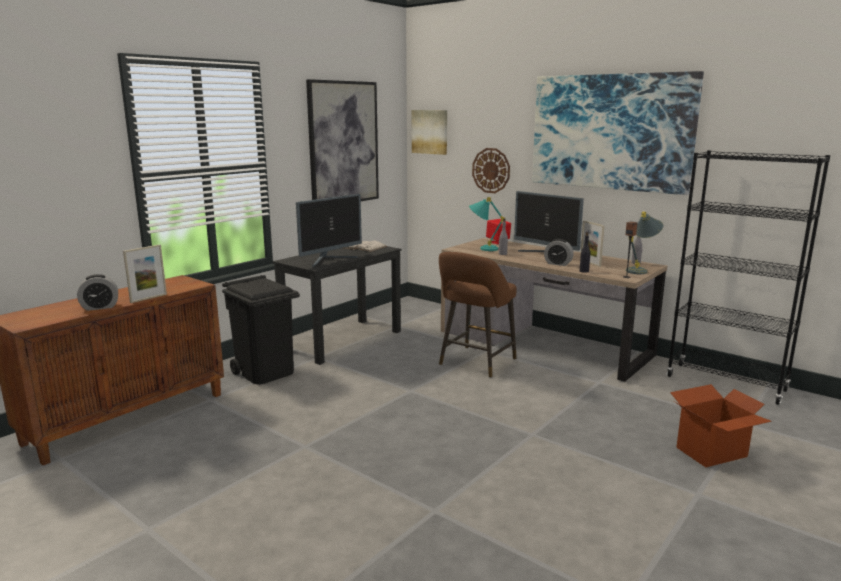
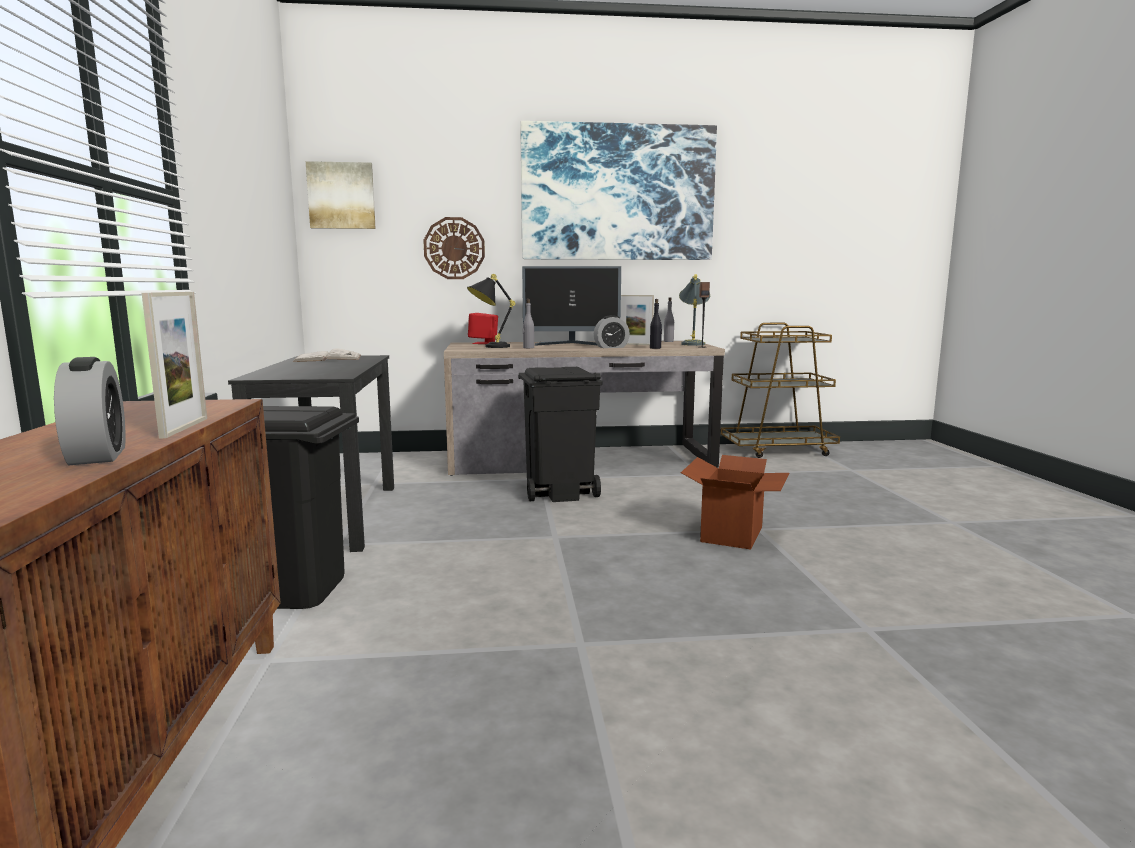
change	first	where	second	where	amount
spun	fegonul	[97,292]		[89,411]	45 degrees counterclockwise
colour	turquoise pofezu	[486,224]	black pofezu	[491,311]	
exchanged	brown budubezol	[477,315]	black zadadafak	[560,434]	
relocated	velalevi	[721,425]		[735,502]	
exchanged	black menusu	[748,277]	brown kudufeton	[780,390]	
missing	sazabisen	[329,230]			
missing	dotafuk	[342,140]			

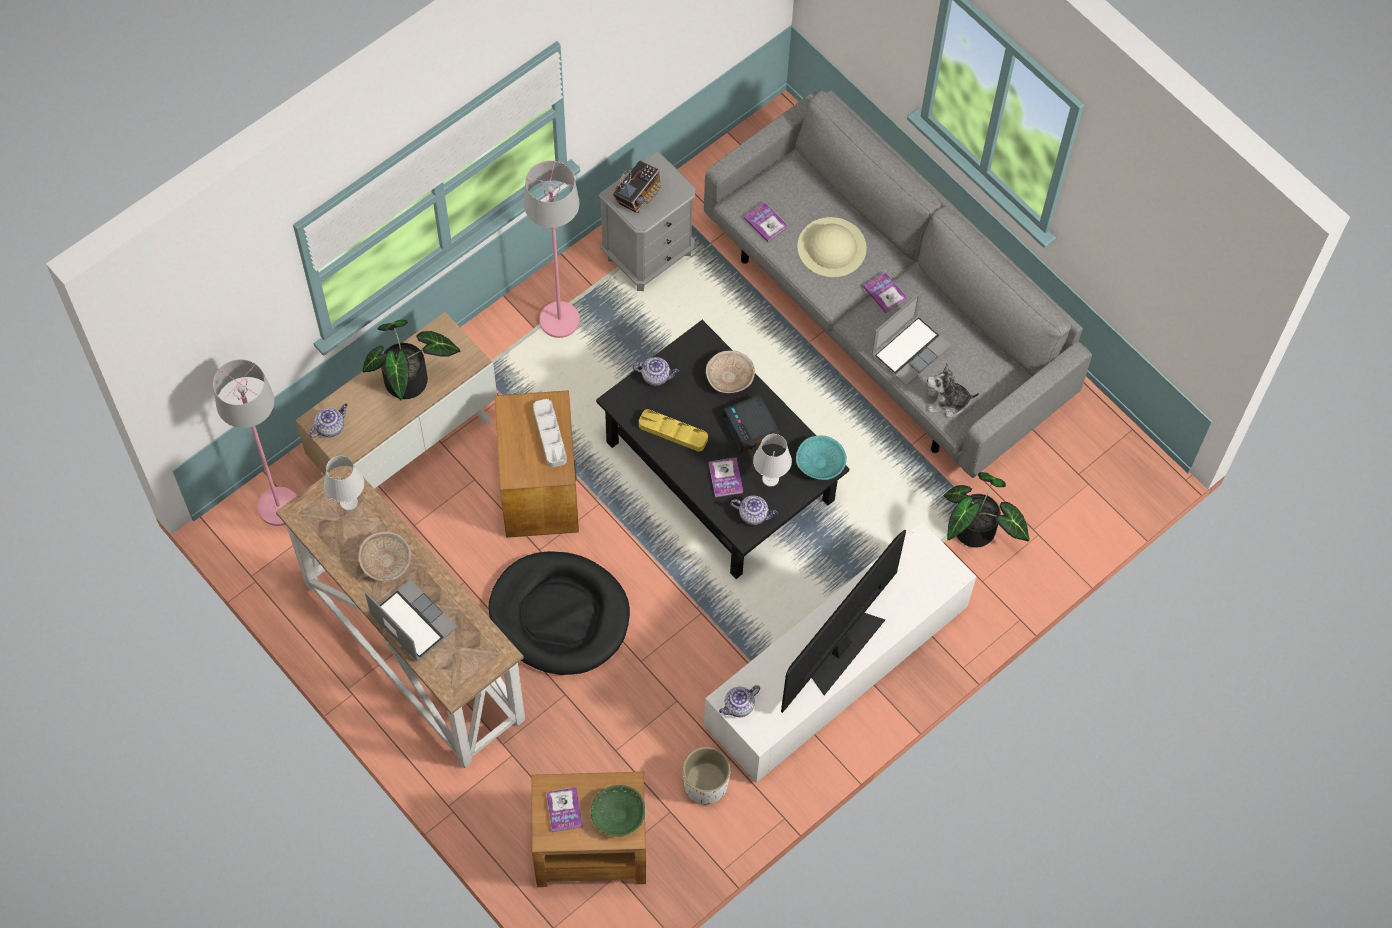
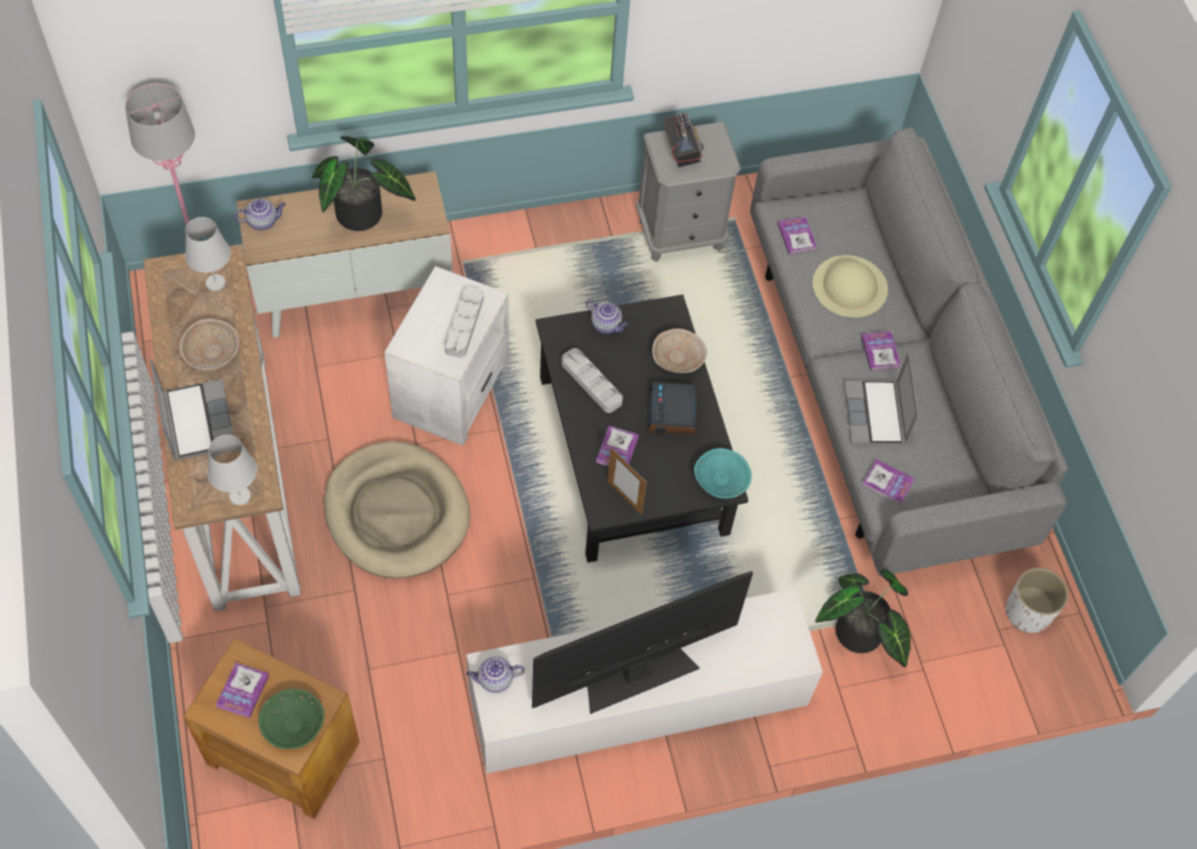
change	first	where	second	where	amount
relocated	white pofezu	[772,460]		[232,470]	
colour	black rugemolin	[559,613]	beige rugemolin	[397,509]	
colour	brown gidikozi	[536,464]	white gidikozi	[446,355]	
colour	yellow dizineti	[673,430]	grey dizineti	[592,380]	
exchanged	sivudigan	[754,510]	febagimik	[627,481]	
spun	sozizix	[637,186]		[683,139]	75 degrees counterclockwise
spun	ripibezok	[911,338]		[881,398]	105 degrees clockwise
exchanged	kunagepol	[953,390]	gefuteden	[888,482]	
relocated	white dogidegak	[707,776]		[1037,600]	
missing	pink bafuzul	[552,249]			

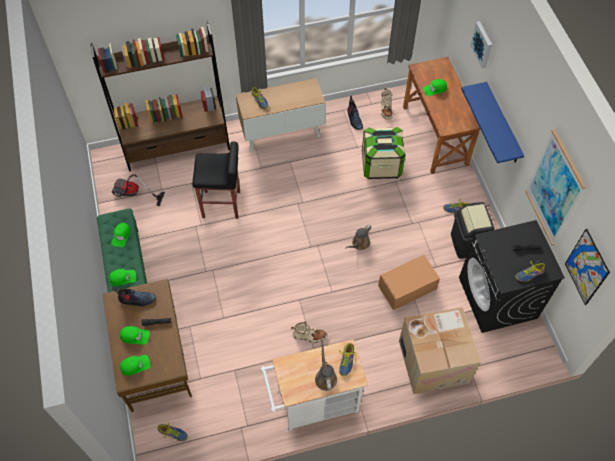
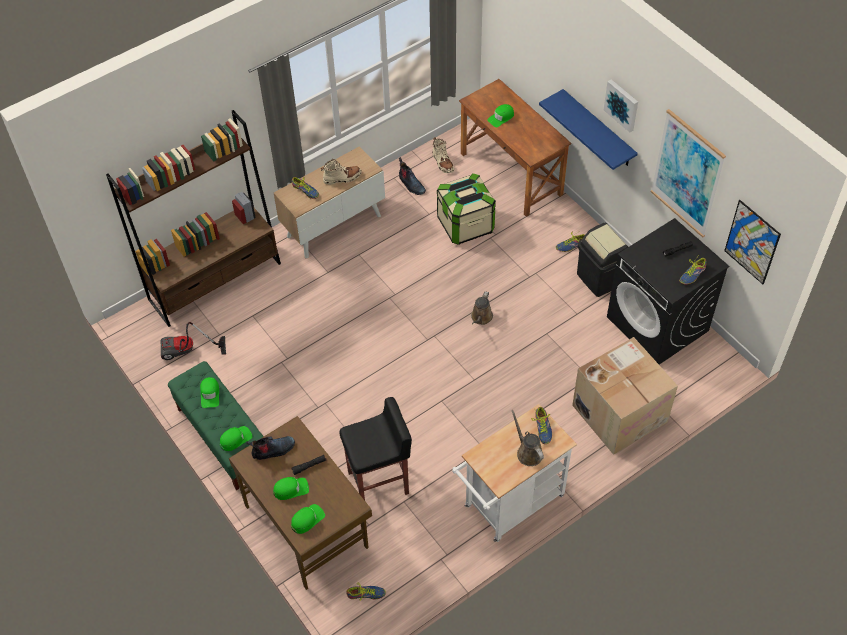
change	first	where	second	where	amount
relocated	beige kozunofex	[309,332]		[341,172]	
relocated	black budubezol	[216,180]		[375,448]	
relocated	dotafuk	[481,44]		[621,105]	
missing	velalevi	[409,282]			

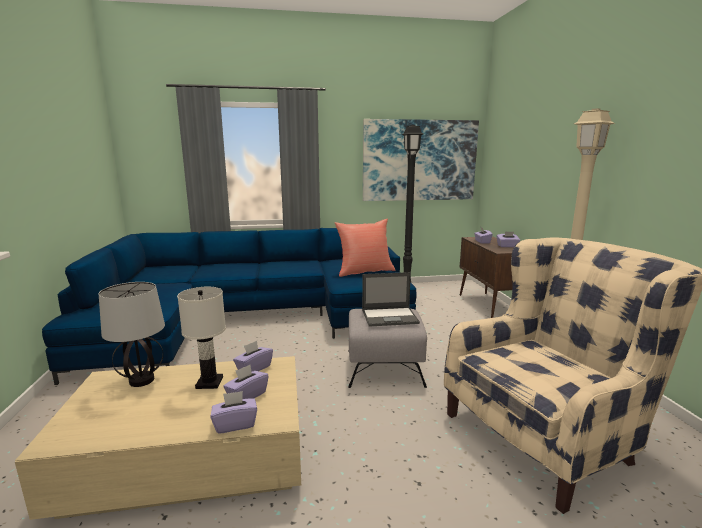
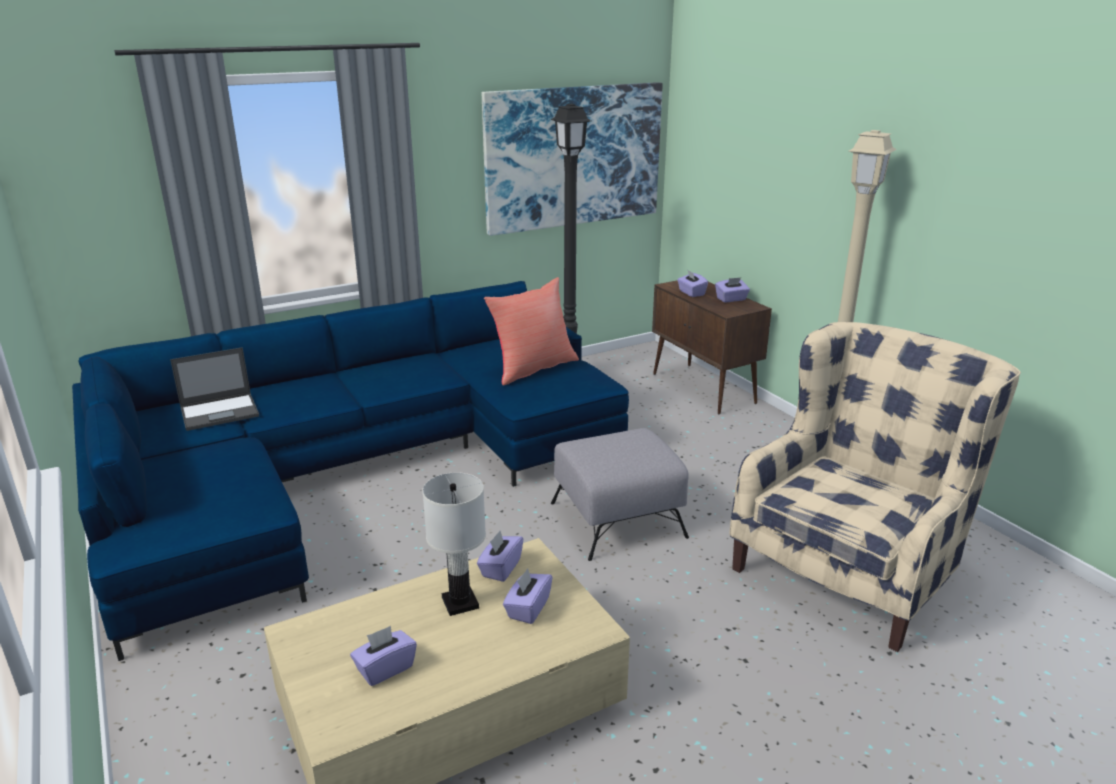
change	first	where	second	where	amount
relocated	ripibezok	[391,299]		[214,389]	
relocated	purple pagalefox	[233,412]		[383,656]	
missing	pofezu	[132,334]			

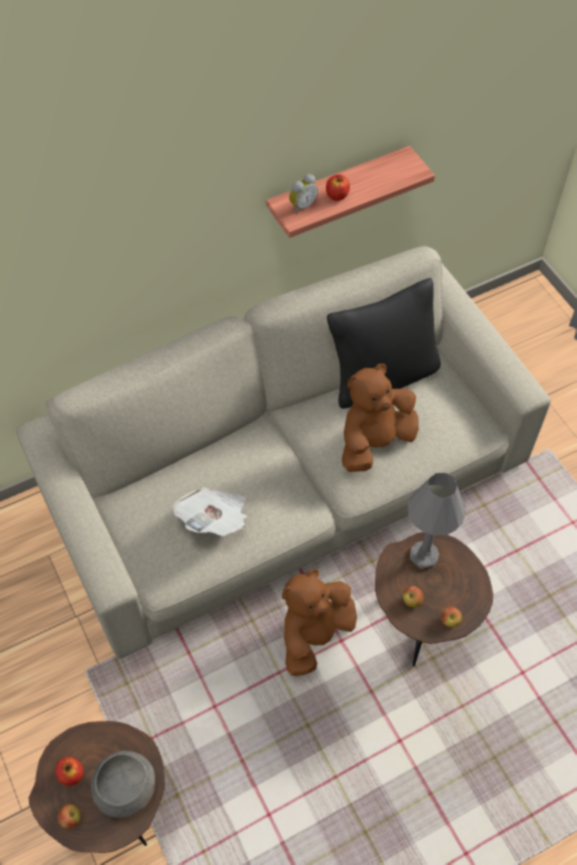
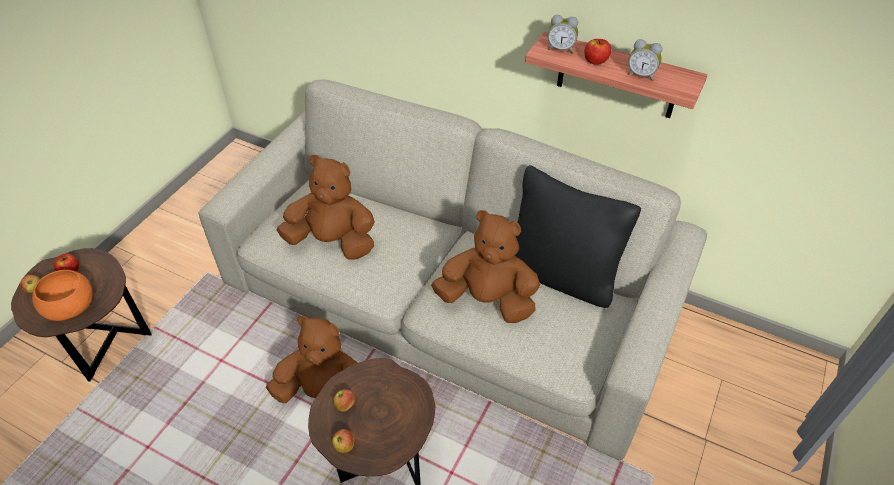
change	first	where	second	where	amount
colour	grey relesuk	[123,784]	orange relesuk	[62,295]	
exchanged	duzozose	[210,511]	brown kunagepol	[325,207]	
appeared			fegonul	[645,60]	
missing	grey pofezu	[436,521]			

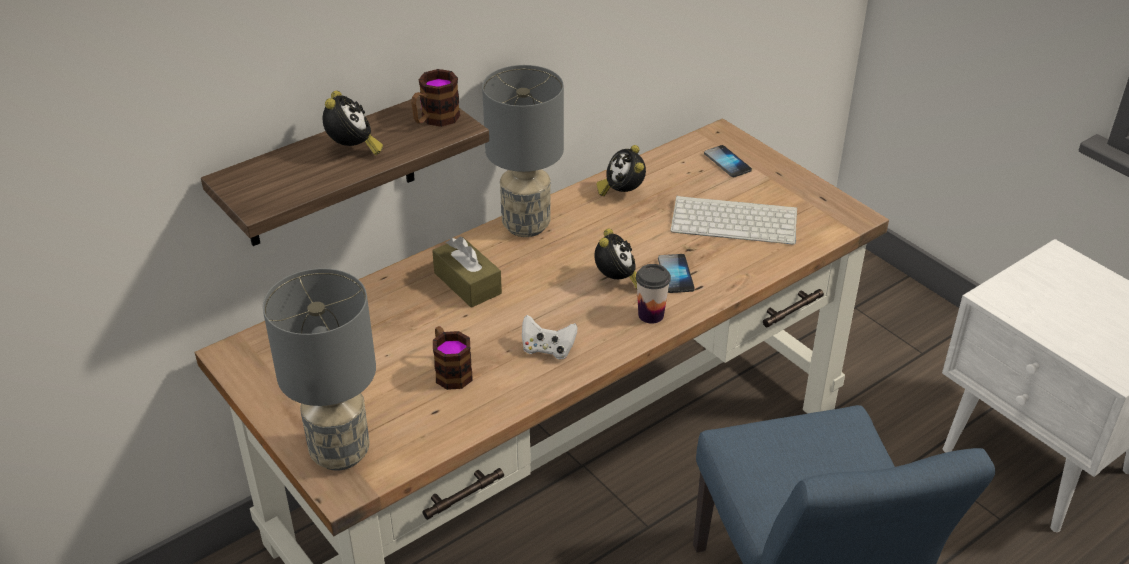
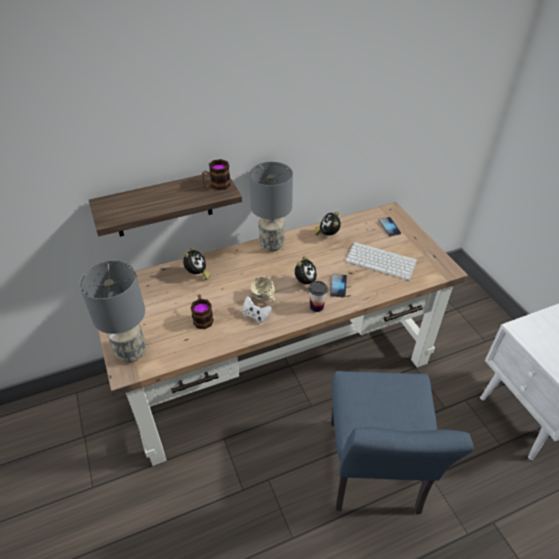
change	first	where	second	where	amount
relocated	fegonul	[353,123]		[197,263]	
appeared			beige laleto	[263,289]	
missing	brown pagalefox	[467,272]			

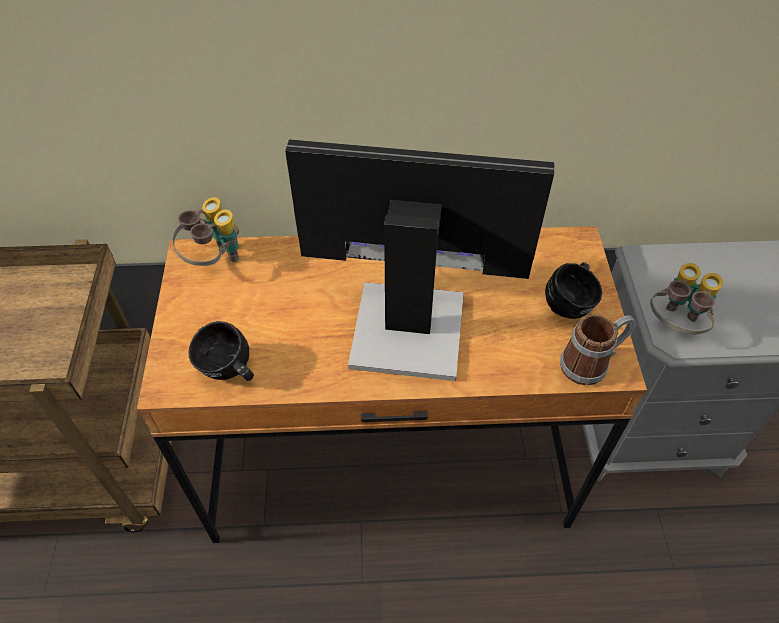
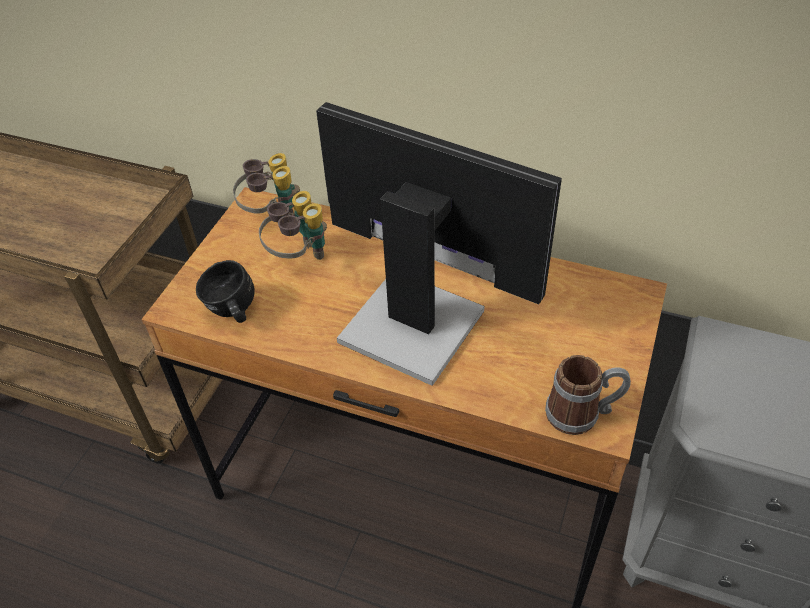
change	first	where	second	where	amount
relocated	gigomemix	[686,298]		[293,225]	
missing	black laleto	[573,290]			

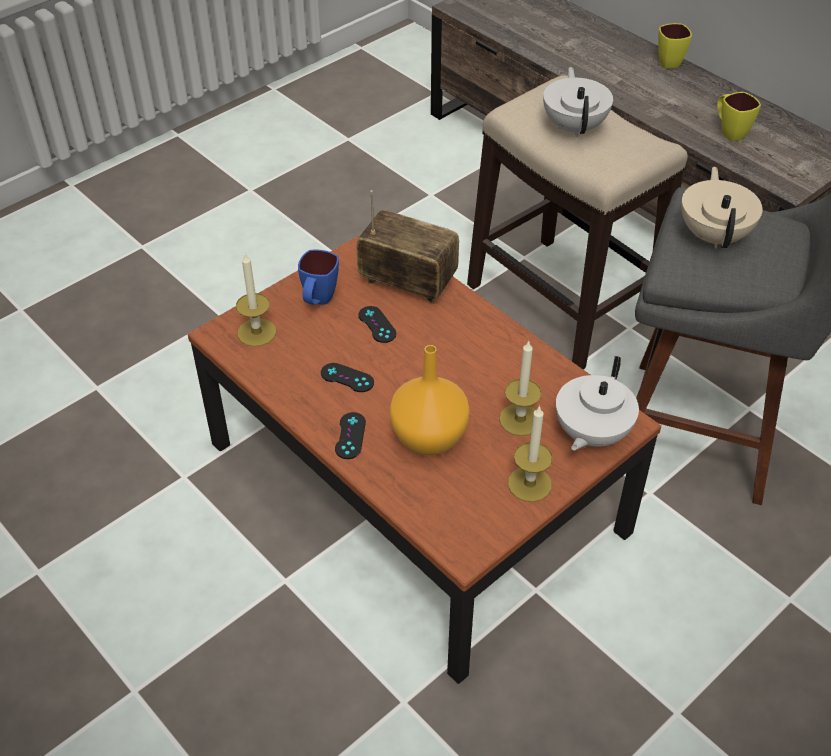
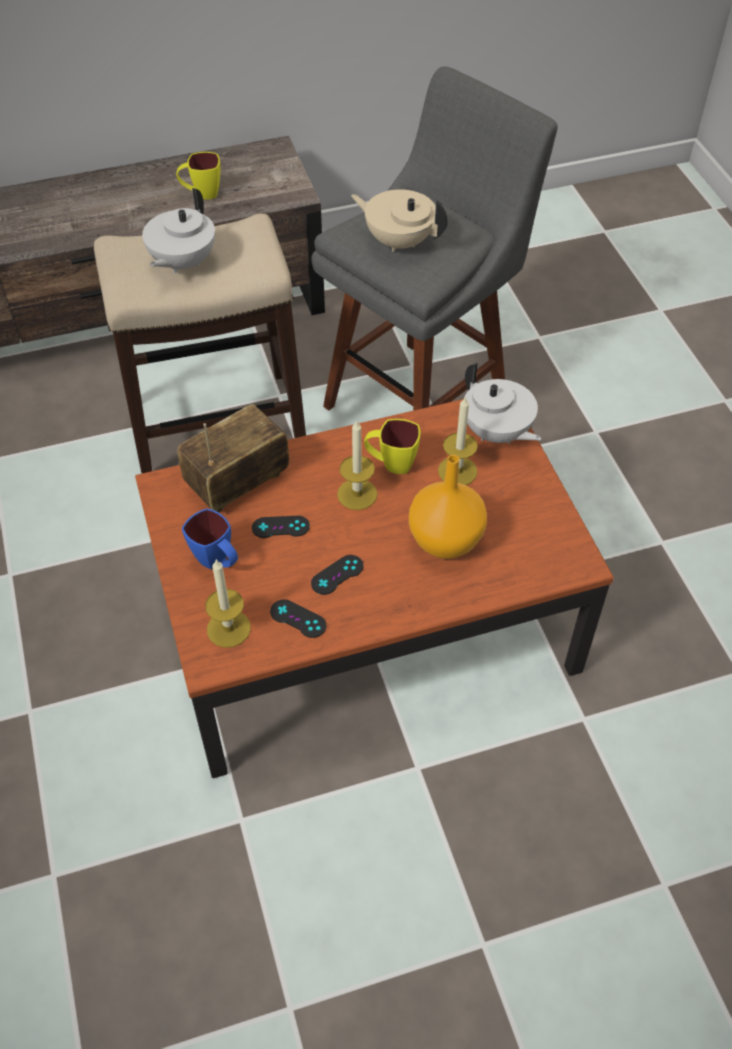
change	first	where	second	where	amount
spun	white sivudigan	[578,102]		[178,231]	90 degrees counterclockwise
relocated	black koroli	[350,435]		[298,618]	
relocated	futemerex	[530,453]		[357,465]	
relocated	yellow laleto	[675,46]		[392,446]	

